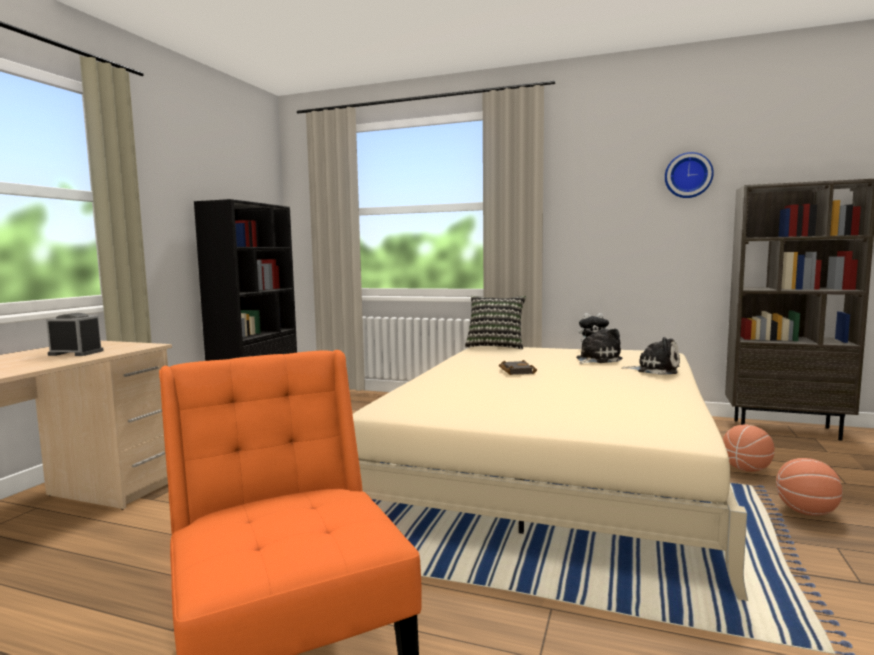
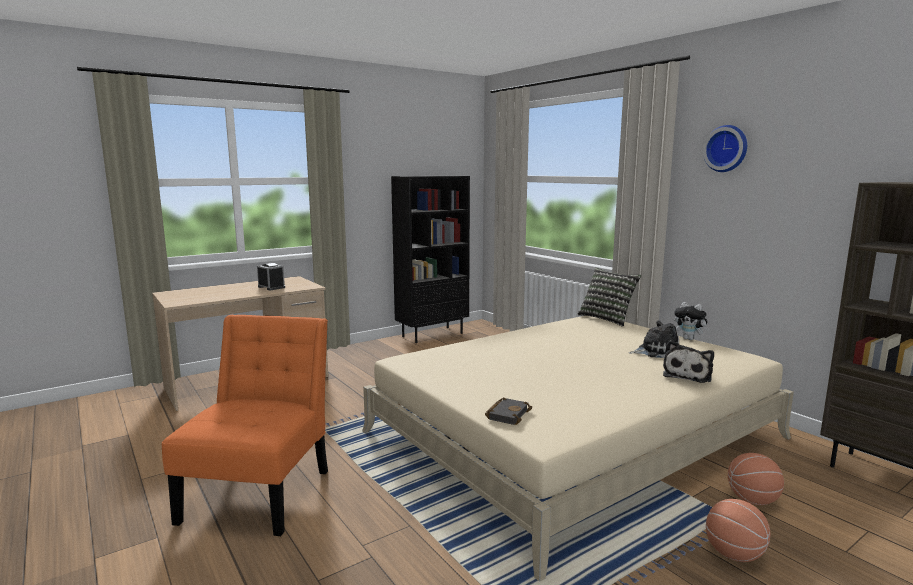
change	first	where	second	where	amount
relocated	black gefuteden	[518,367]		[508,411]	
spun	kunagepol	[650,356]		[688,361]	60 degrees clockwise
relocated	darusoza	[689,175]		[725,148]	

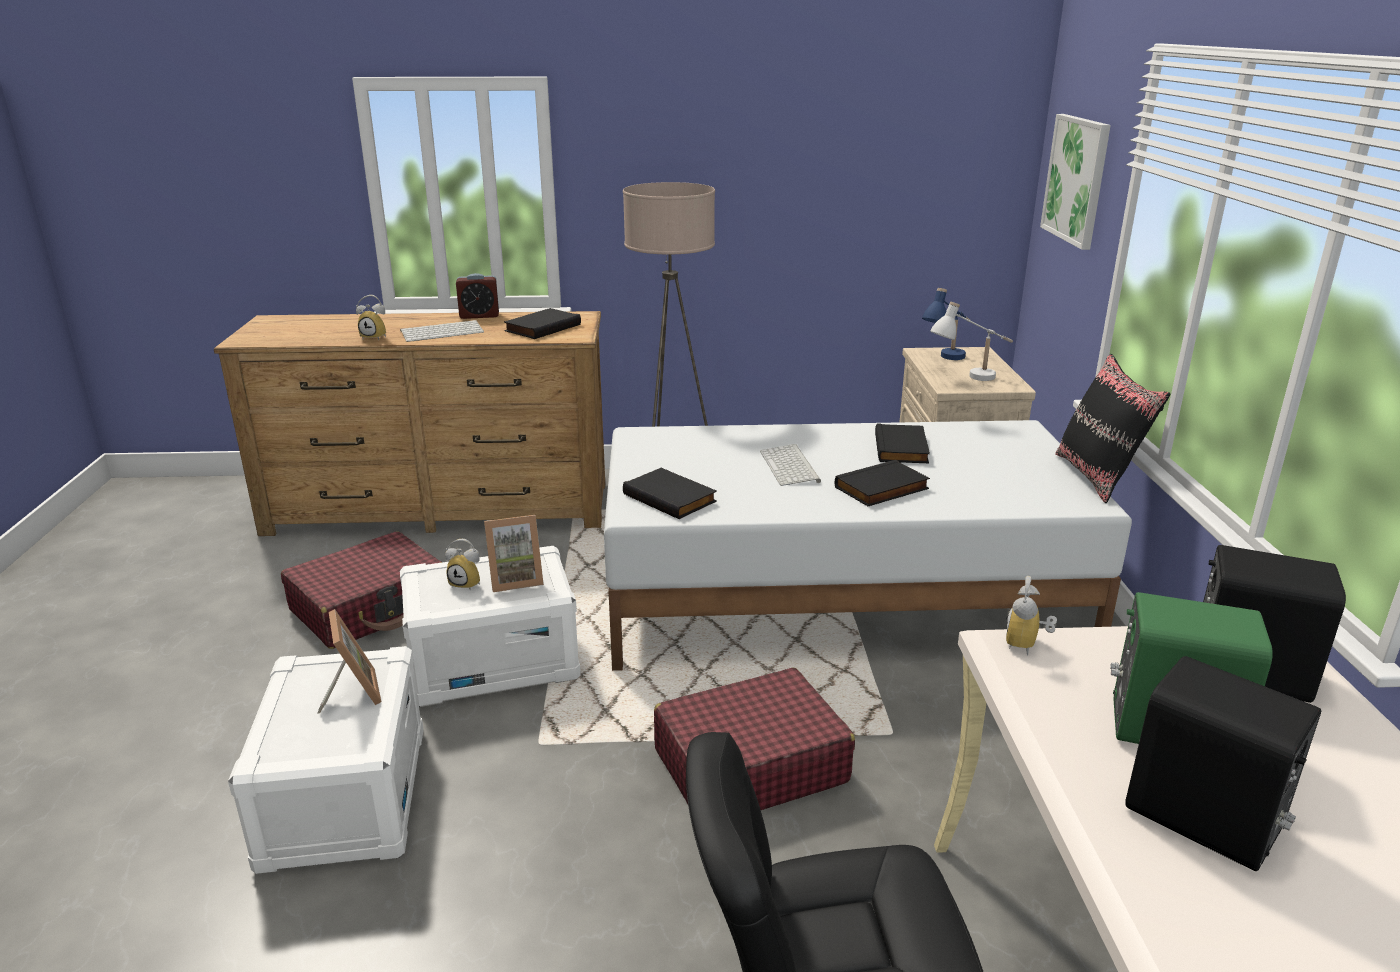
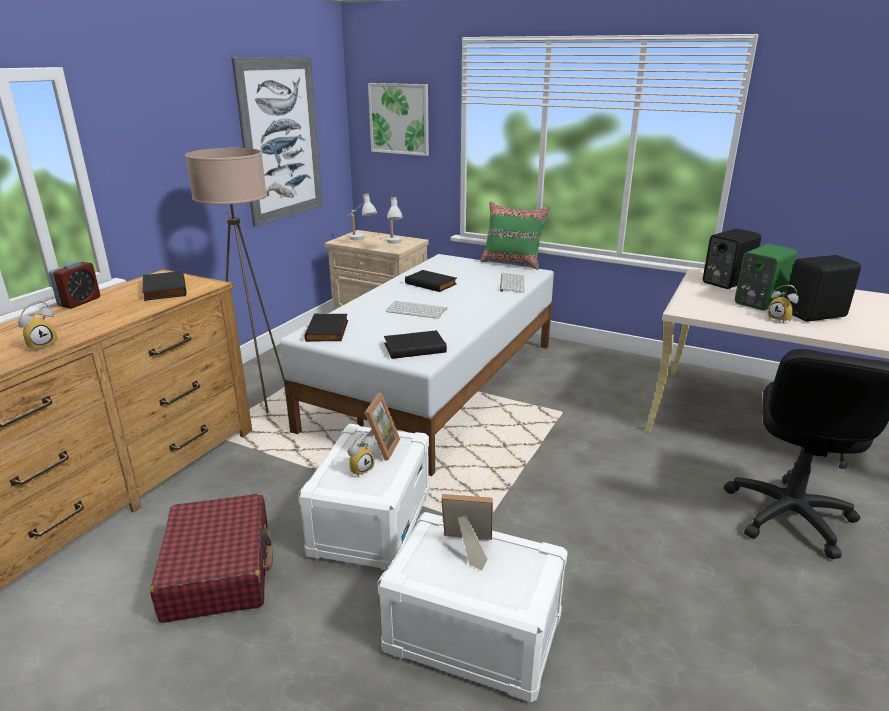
change	first	where	second	where	amount
appeared			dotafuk	[277,142]	
relocated	black gefuteden	[882,483]		[326,327]	
colour	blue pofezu	[946,324]	white pofezu	[362,217]	
colour	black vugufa	[1113,428]	green vugufa	[515,235]	
relocated	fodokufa	[442,331]		[512,283]	
relocated	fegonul	[1031,615]		[783,304]	
missing	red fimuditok	[754,738]			

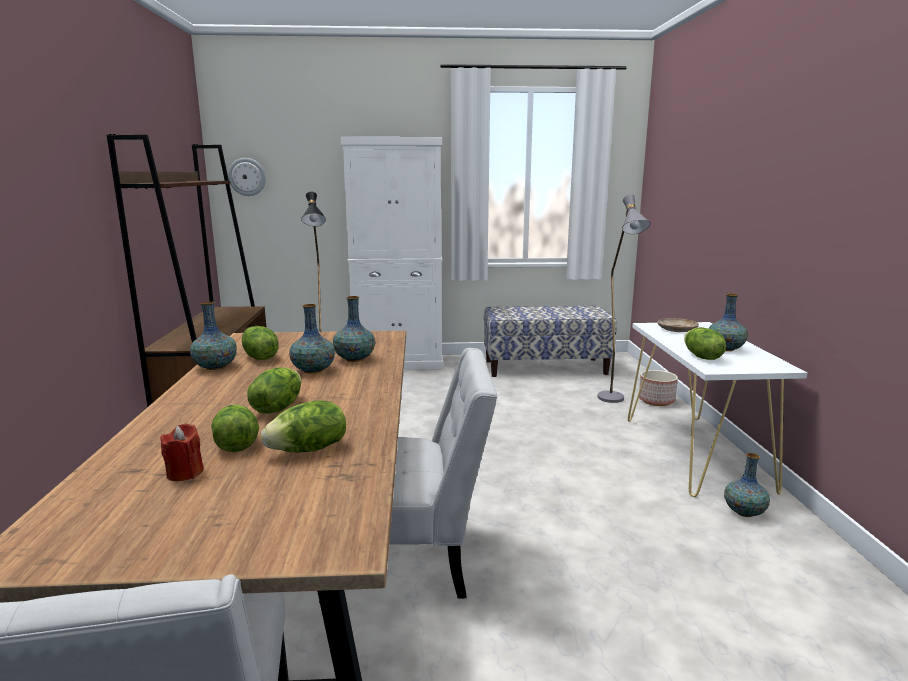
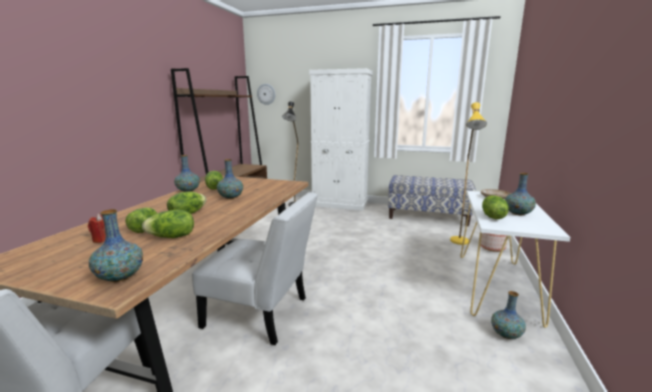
change	first	where	second	where	amount
relocated	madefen	[354,329]		[116,245]	
colour	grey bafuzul	[624,298]	yellow bafuzul	[468,173]	

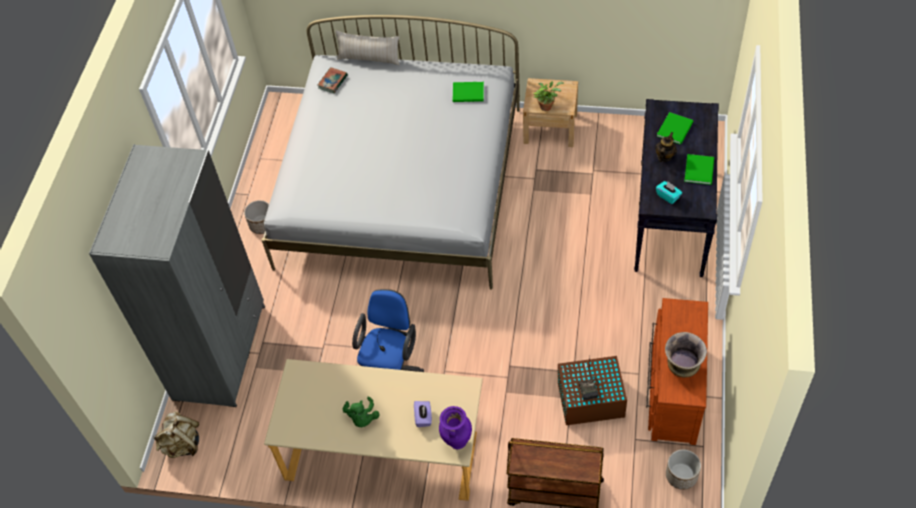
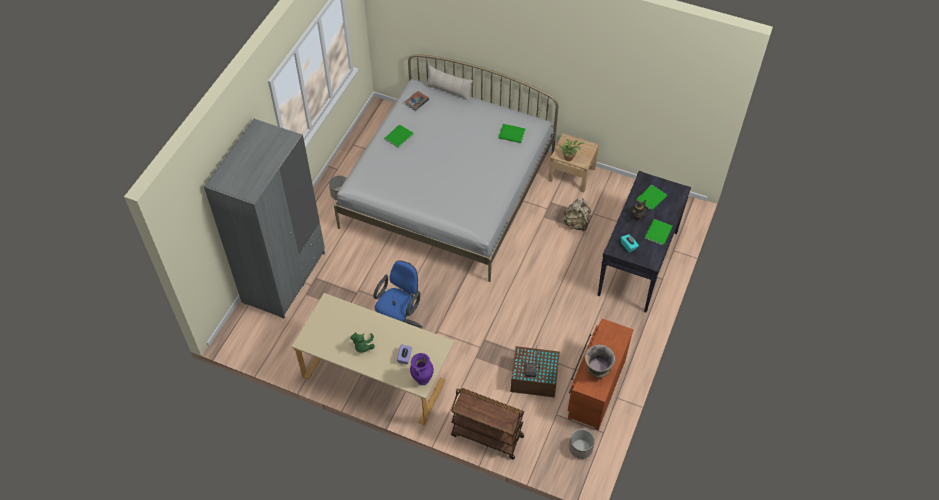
change	first	where	second	where	amount
appeared			green gefuteden	[398,136]	
relocated	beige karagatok	[176,434]		[576,214]	

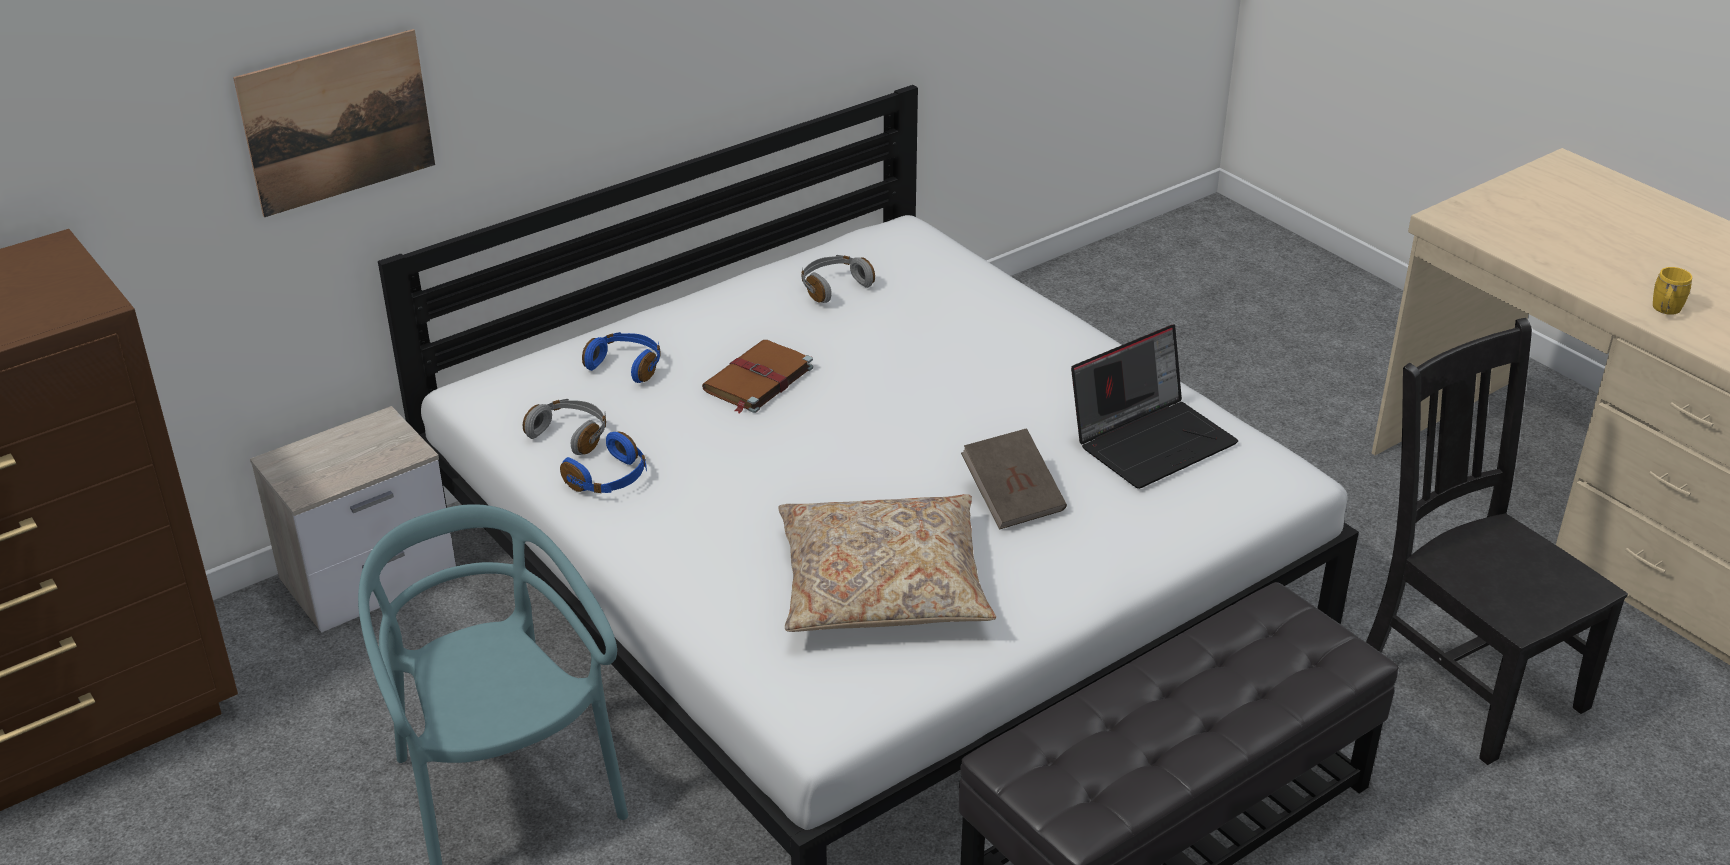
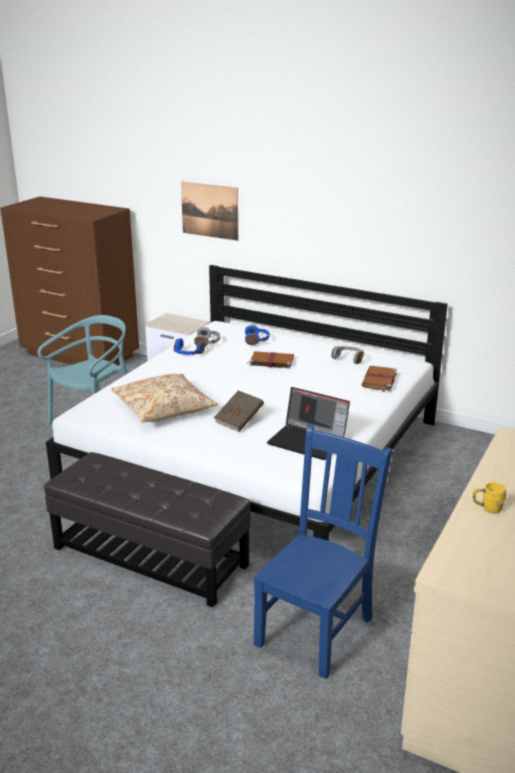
change	first	where	second	where	amount
colour	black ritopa	[1497,541]	blue ritopa	[323,551]	
appeared			brown gefuteden	[379,379]	

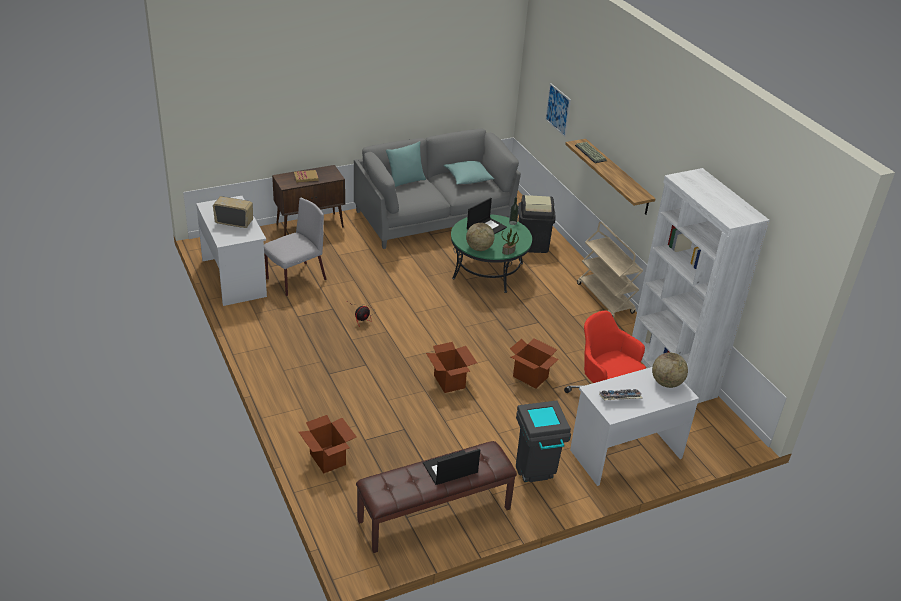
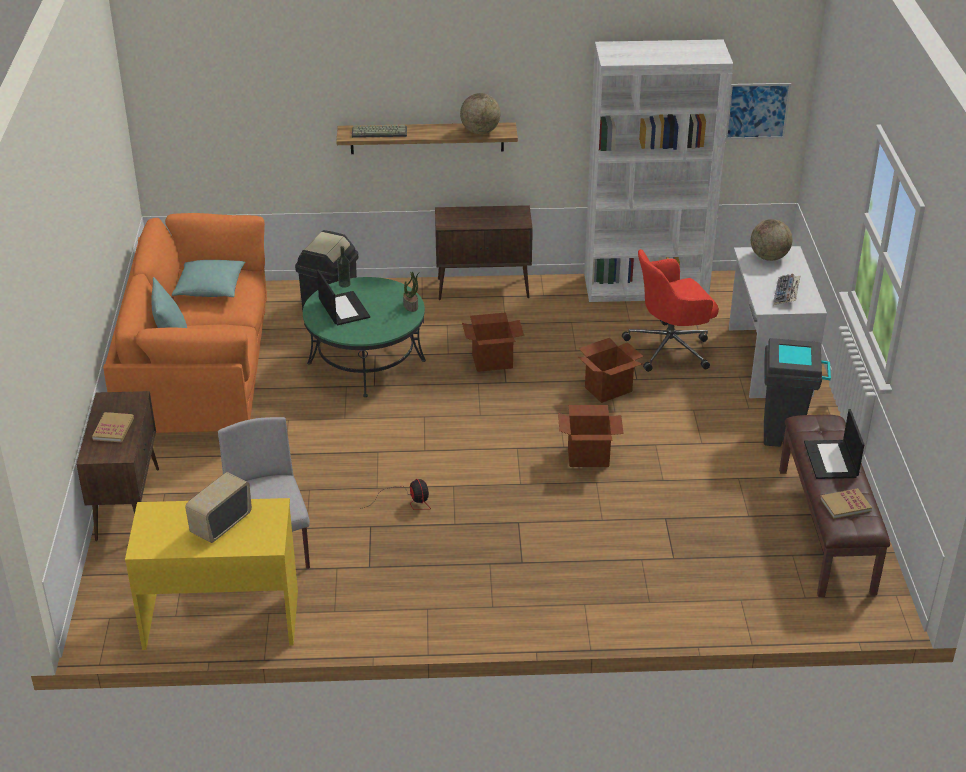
change	first	where	second	where	amount
colour	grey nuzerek	[437,189]	orange nuzerek	[185,323]	
colour	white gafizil	[231,251]	yellow gafizil	[211,574]	
exchanged	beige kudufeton	[610,269]	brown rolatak	[484,252]	
relocated	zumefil	[480,237]		[480,113]	
relocated	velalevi	[328,444]		[493,342]	
relocated	dotafuk	[558,110]		[758,111]	
appeared			gefuteden	[846,503]	

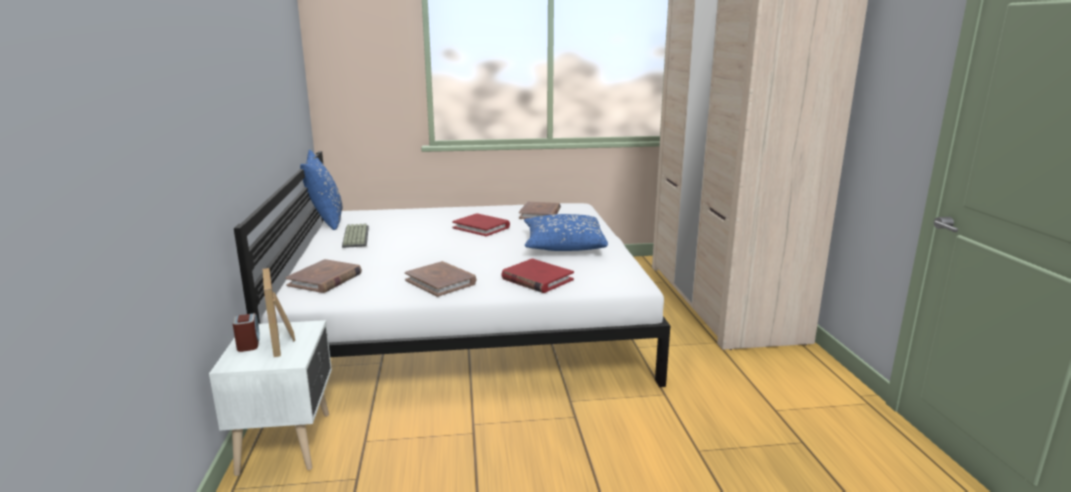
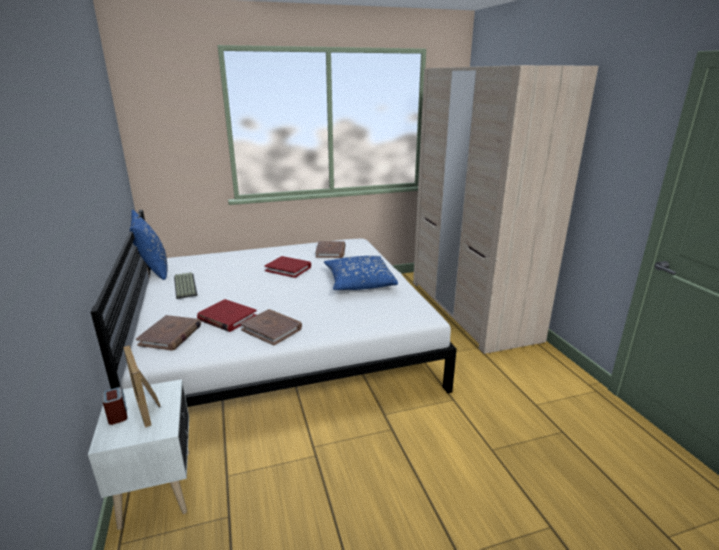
change	first	where	second	where	amount
relocated	red gefuteden	[537,276]		[226,315]	

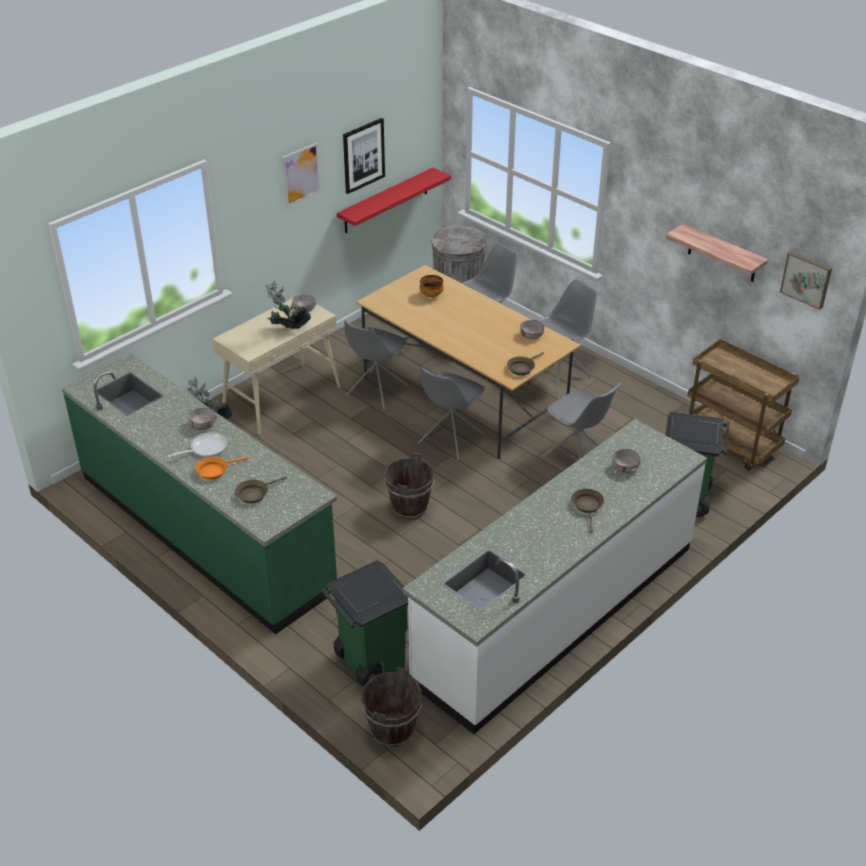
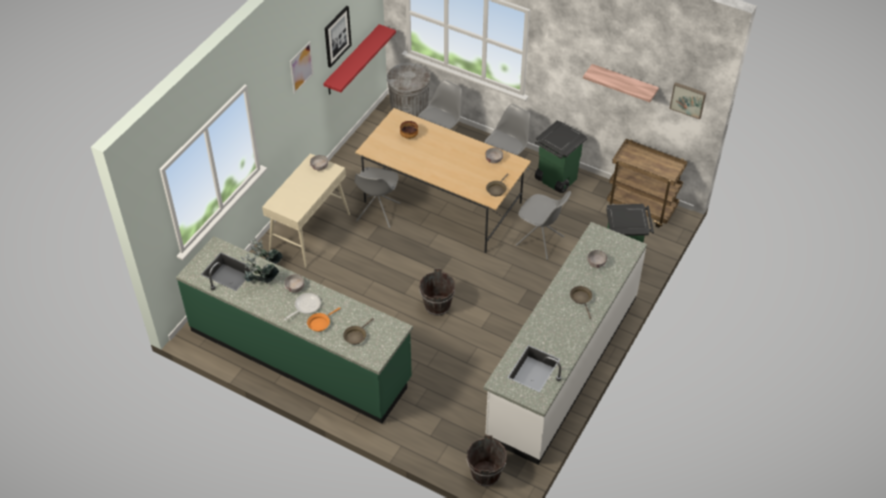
change	first	where	second	where	amount
relocated	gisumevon	[288,305]		[260,268]	
relocated	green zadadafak	[365,623]		[561,157]	
missing	grey ritopa	[451,413]			

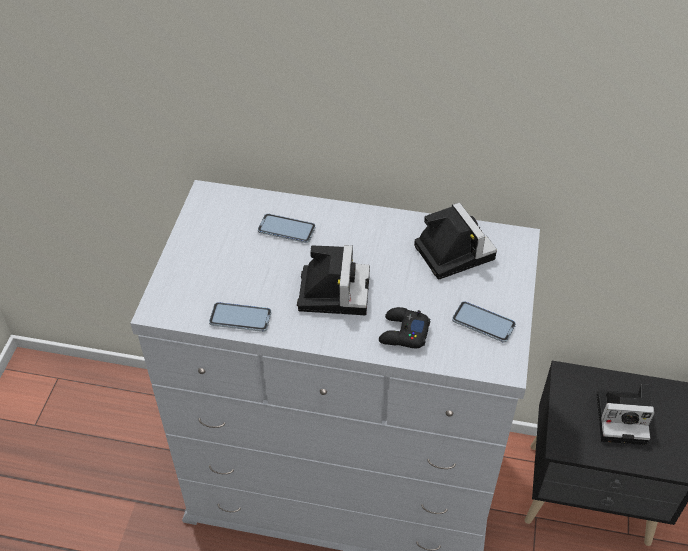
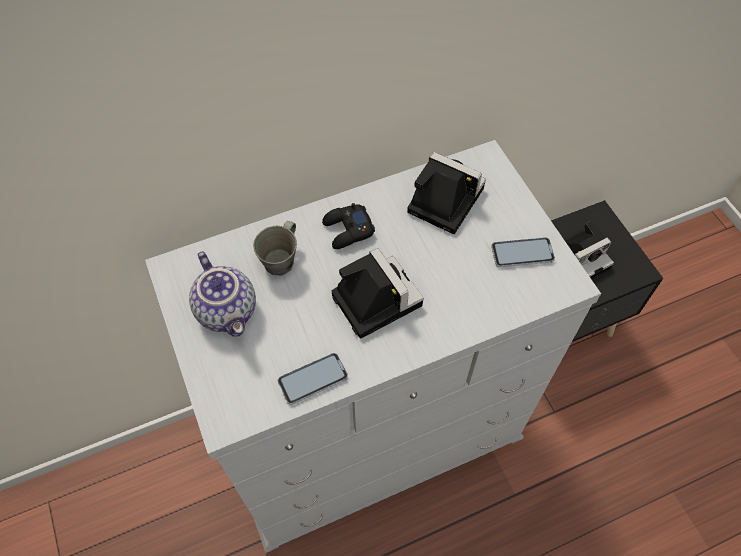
change	first	where	second	where	amount
appeared			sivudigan	[222,294]	
exchanged	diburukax	[287,228]	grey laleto	[275,248]	
relocated	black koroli	[404,327]		[348,226]	

